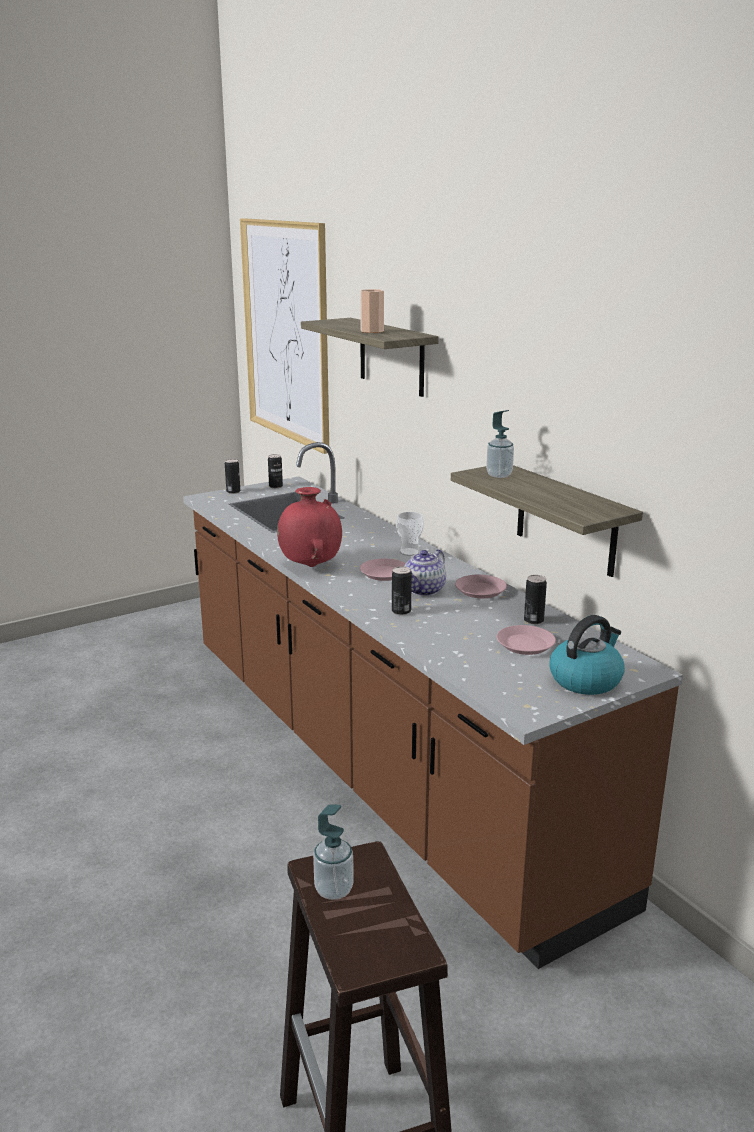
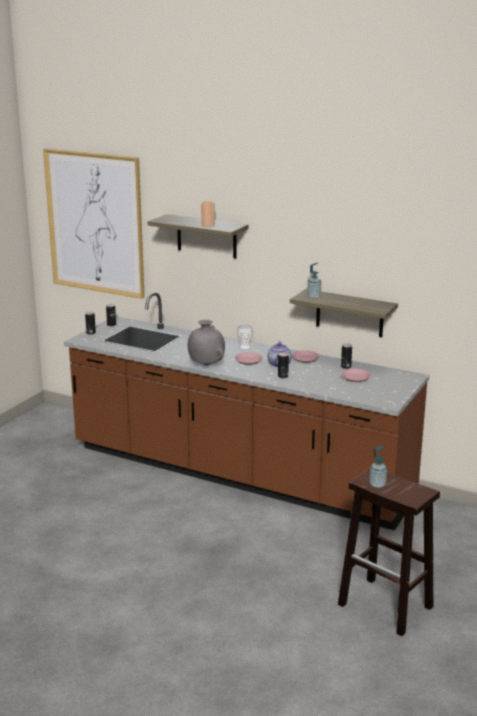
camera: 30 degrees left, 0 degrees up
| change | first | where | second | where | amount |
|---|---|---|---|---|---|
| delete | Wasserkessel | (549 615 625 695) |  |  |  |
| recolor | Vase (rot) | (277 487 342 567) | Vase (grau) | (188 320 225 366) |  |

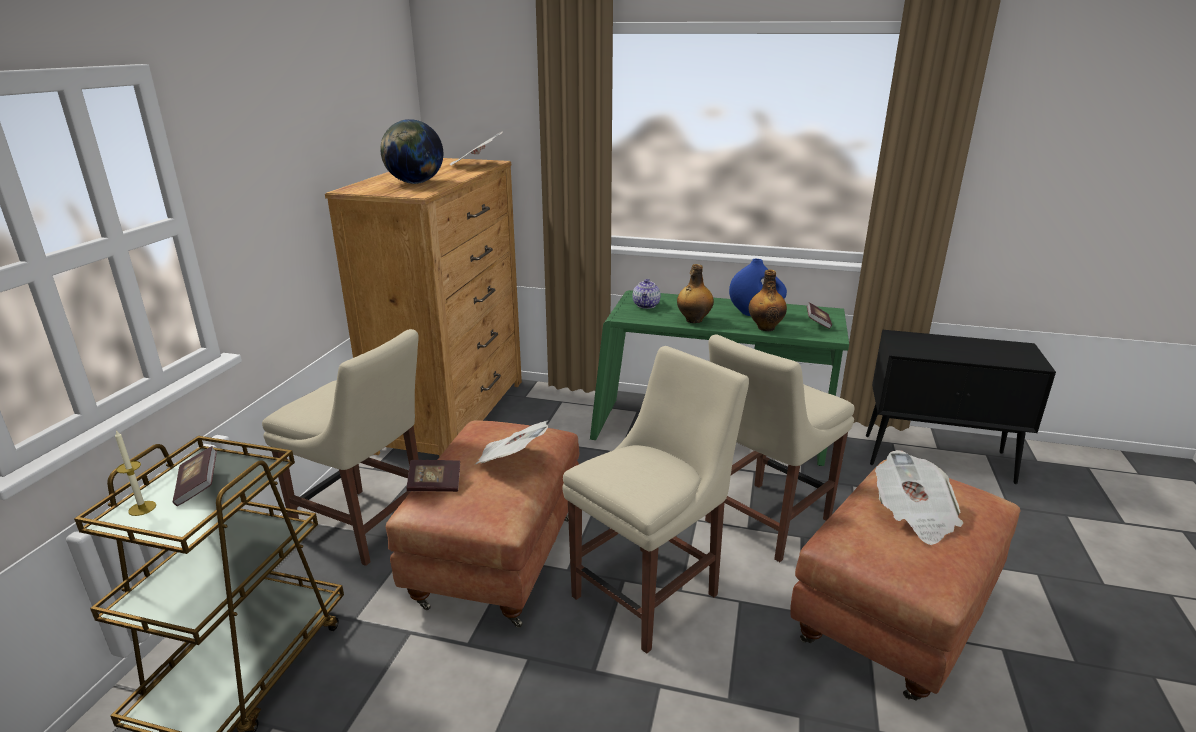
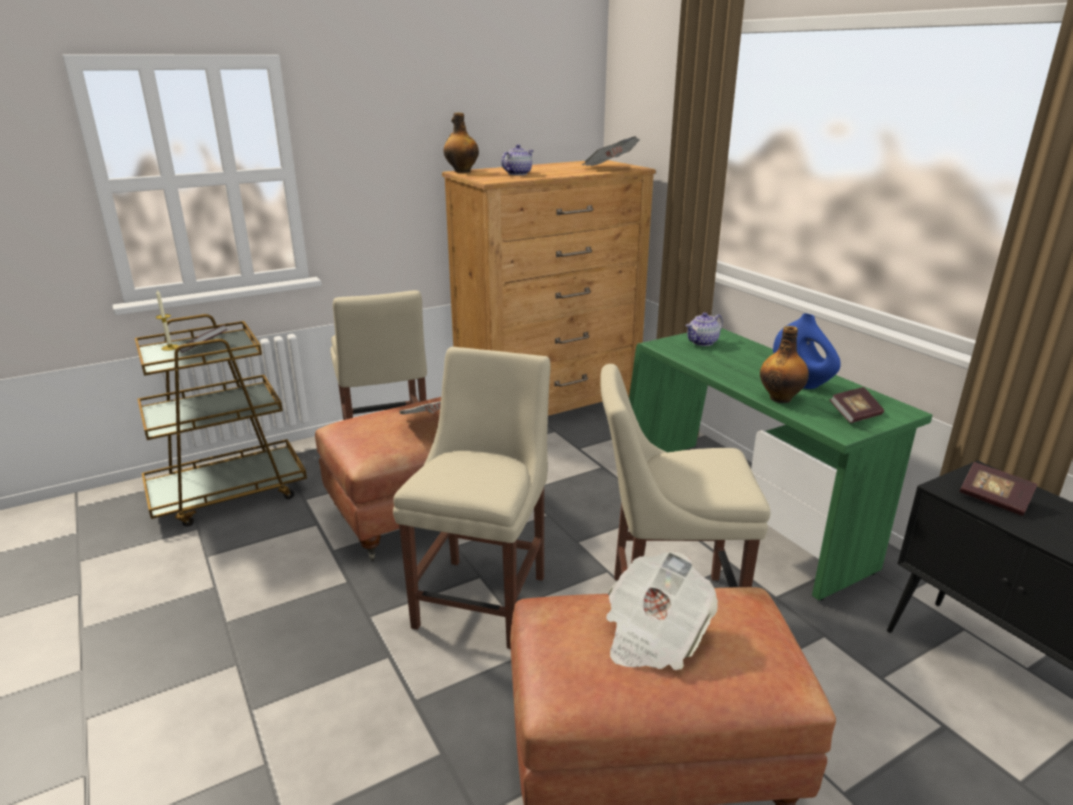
camera: 45 degrees right, 0 degrees up
| change | first | where | second | where | amount |
|---|---|---|---|---|---|
| move | Buch | (406 460 460 492) |  | (959 462 1038 516) |  |
| move | Flasche | (677 264 714 323) |  | (444 112 479 173) |  |
| replace | Globus | (380 119 443 184) | Teekanne | (501 145 534 175) |  |
| rotate | Stuhl (beige) | (562 346 749 654) |  | (393 347 551 649) | 75 degrees counterclockwise |

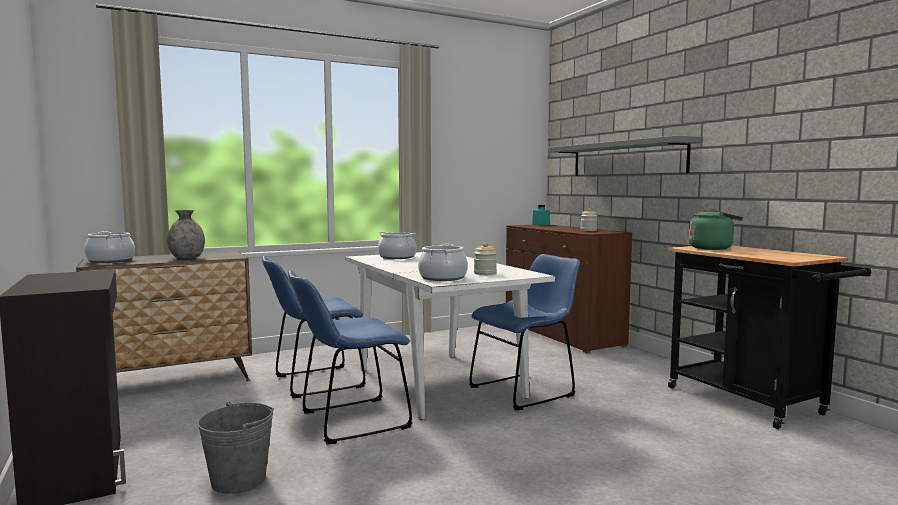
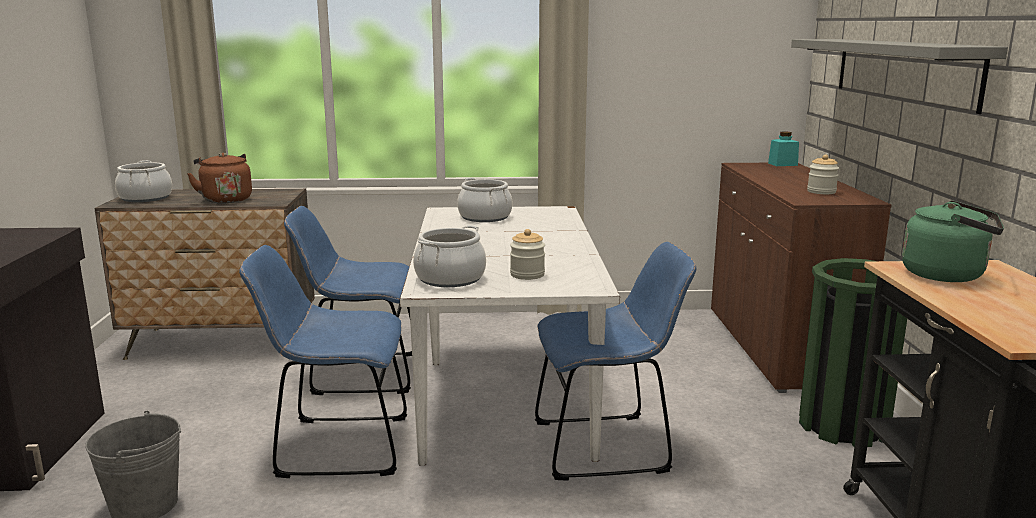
camera: 25 degrees right, 10 degrees up
| change | first | where | second | where | amount |
|---|---|---|---|---|---|
| insert |  |  | Mülleimer (grün) | (799 258 907 447) |  |
| replace | Vase (grau) | (167 210 205 259) | Wasserkessel (braun) | (187 153 252 203) |  |

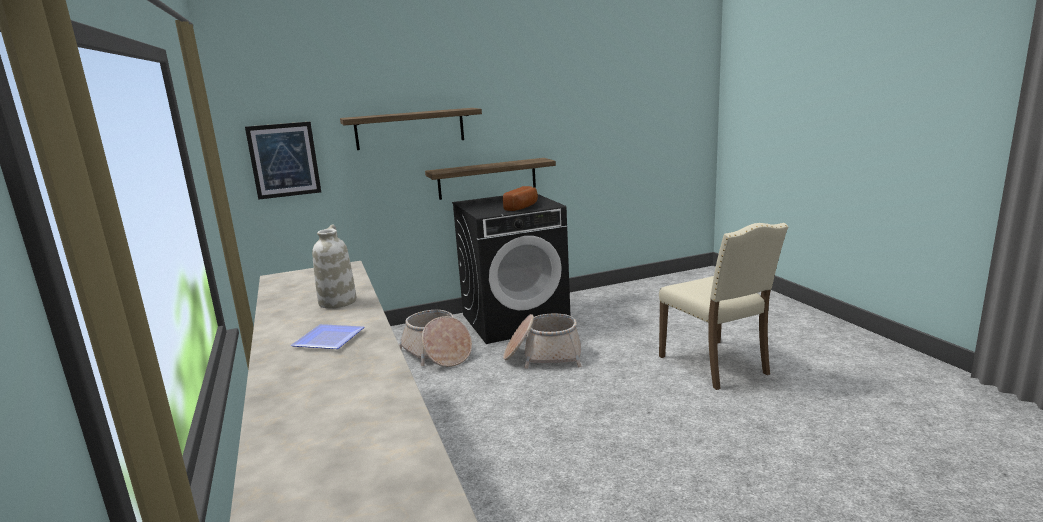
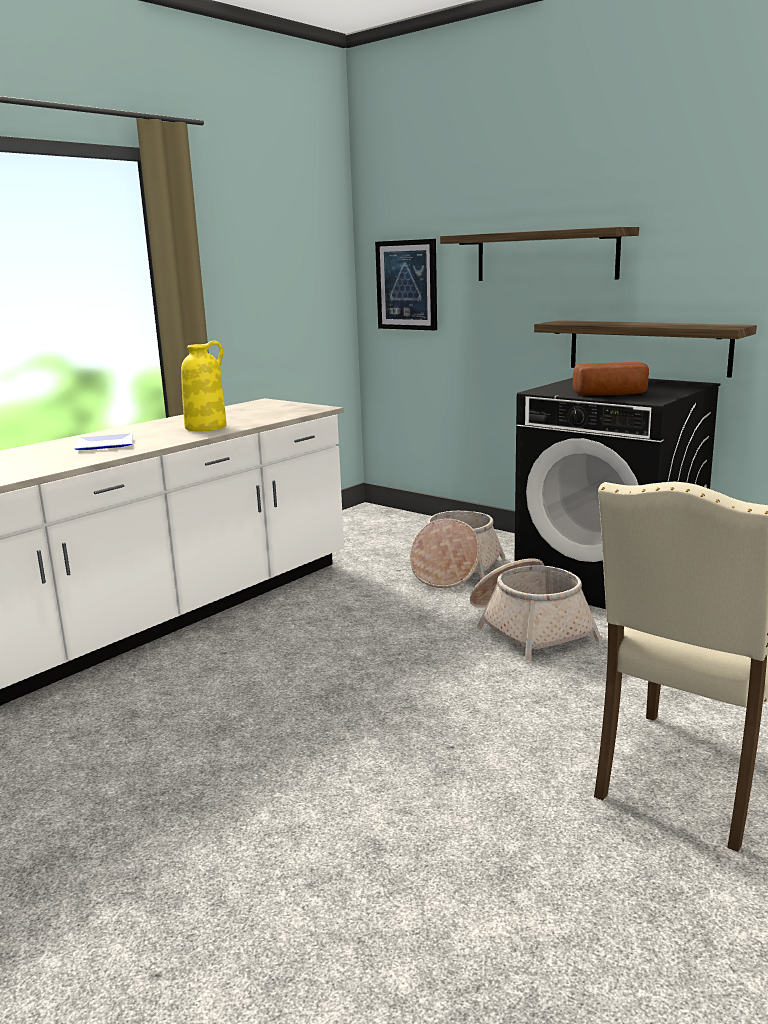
camera: 60 degrees right, 0 degrees up
| change | first | where | second | where | amount |
|---|---|---|---|---|---|
| recolor | Vase (weiß) | (312 224 357 309) | Vase (gelb) | (181 341 227 431) |  |

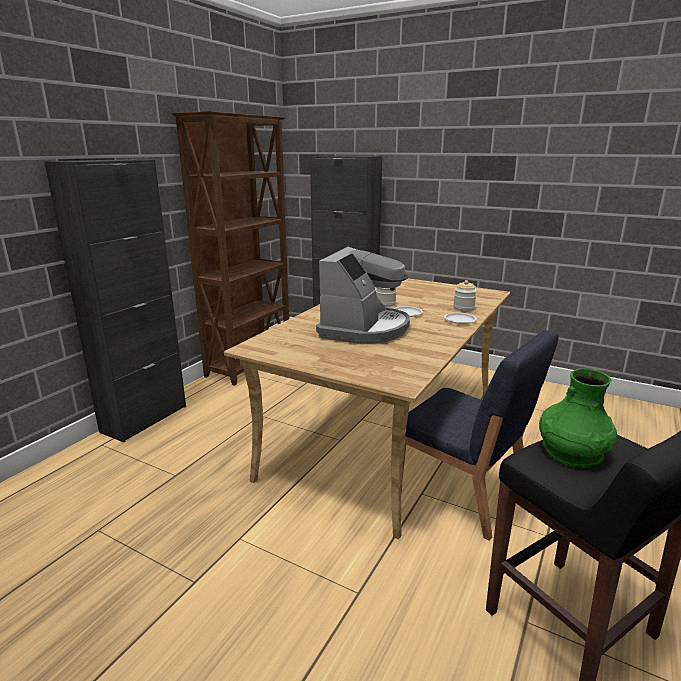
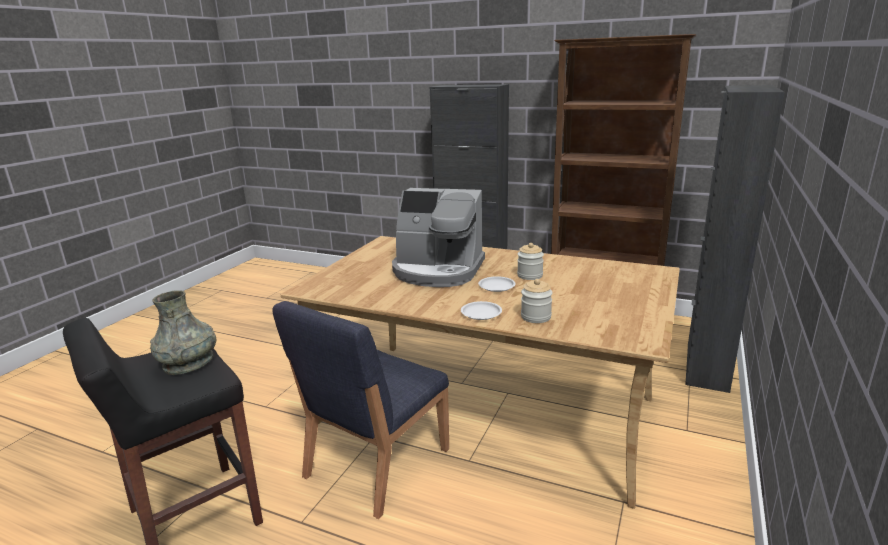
camera: 85 degrees right, 0 degrees up
| change | first | where | second | where | amount |
|---|---|---|---|---|---|
| recolor | Vase (grün) | (539 368 617 469) | Vase (grau) | (150 290 216 375) |  |

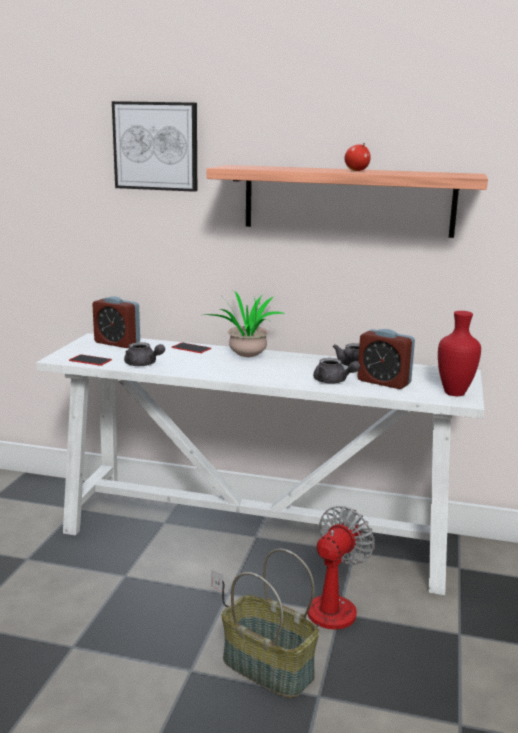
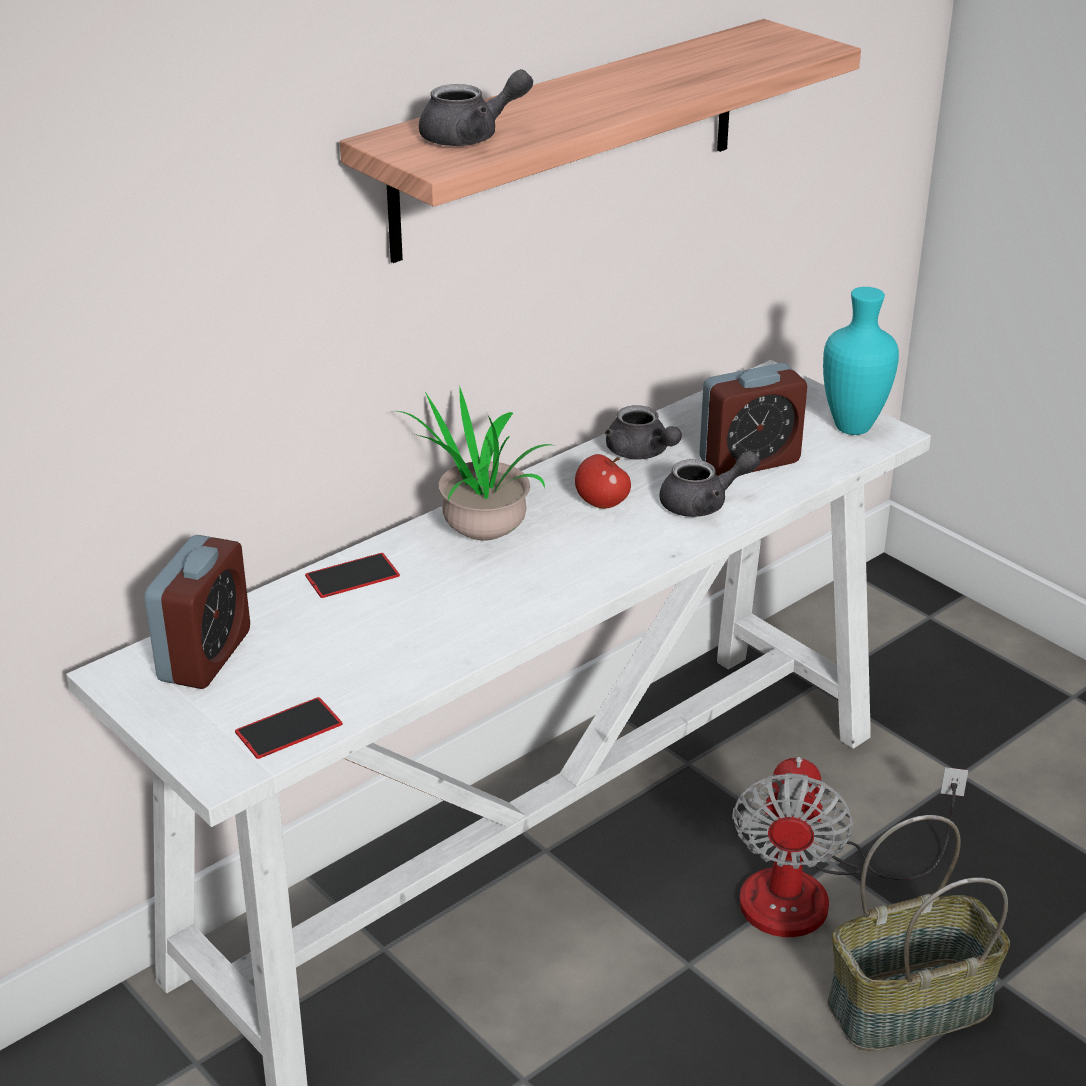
camera: 55 degrees left, 15 degrees up
| change | first | where | second | where | amount |
|---|---|---|---|---|---|
| delete | Bild | (112 101 197 192) |  |  |  |
| move | Teekanne (grau) | (124 342 165 366) |  | (419 69 533 146) |  |
| move | Apfel | (344 143 371 171) |  | (575 454 631 509) |  |
| recolor | Vase (rot) | (438 311 481 396) | Vase (türkis) | (823 287 899 435) |  |
| rotate | Wecker | (92 296 140 348) |  | (144 535 250 689) | 45 degrees counterclockwise |
| rotate | Ventilator | (212 506 375 630) |  | (732 757 968 937) | 150 degrees counterclockwise |

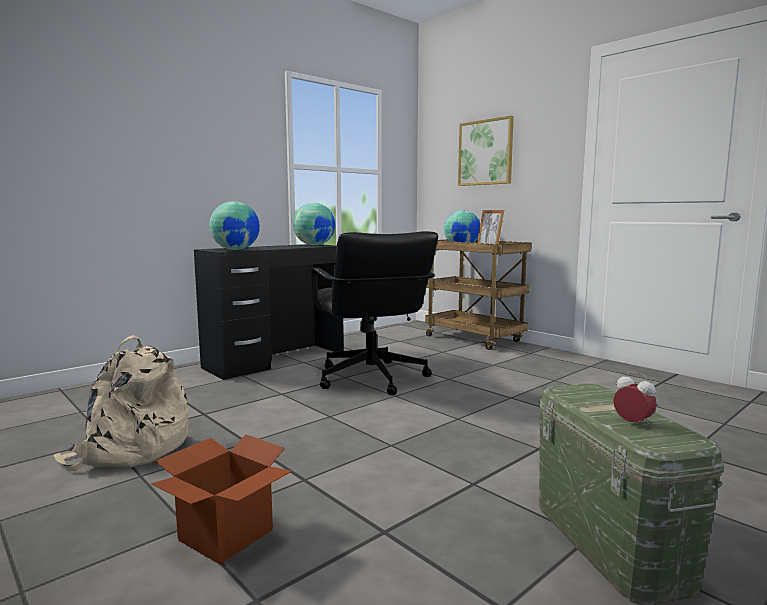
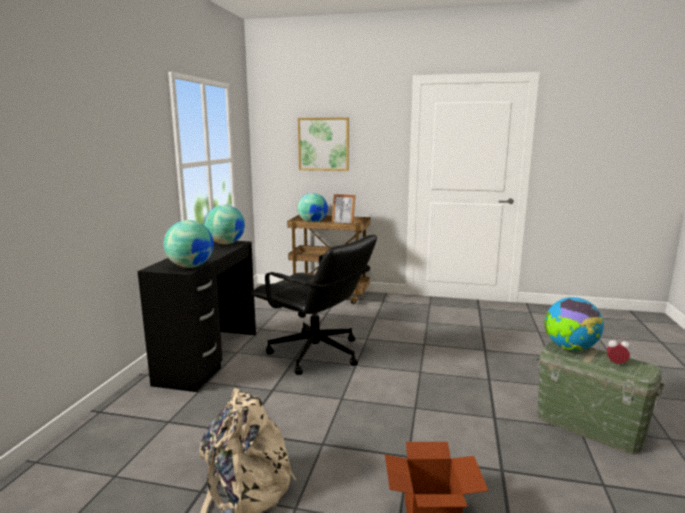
camera: 35 degrees left, 5 degrees up
| change | first | where | second | where | amount |
|---|---|---|---|---|---|
| insert |  |  | Globus | (544 297 604 351) |  |

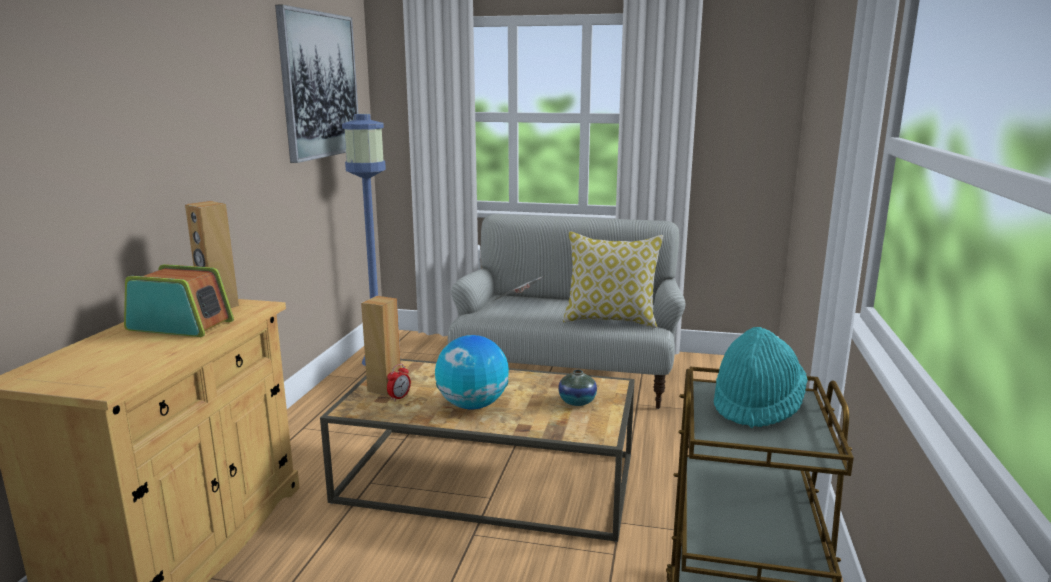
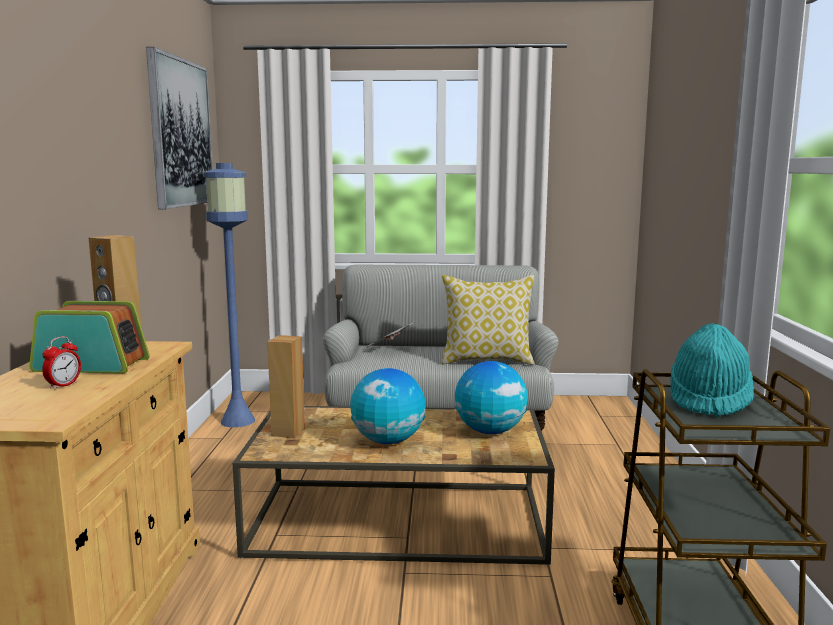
camera: 10 degrees left, 5 degrees down
| change | first | where | second | where | amount |
|---|---|---|---|---|---|
| move | Wecker | (387 364 411 401) |  | (42 336 81 390) |  |
| replace | Vase | (558 370 597 406) | Globus | (455 361 528 434) |  |

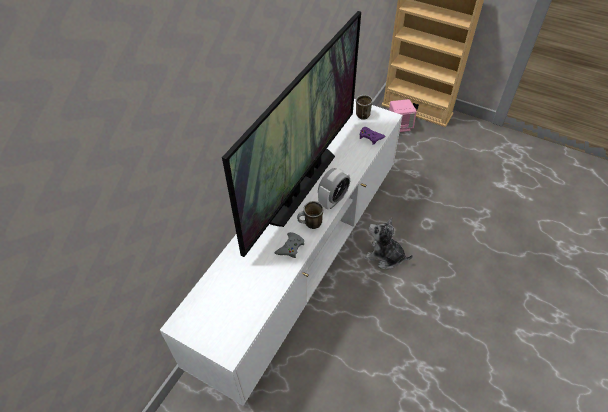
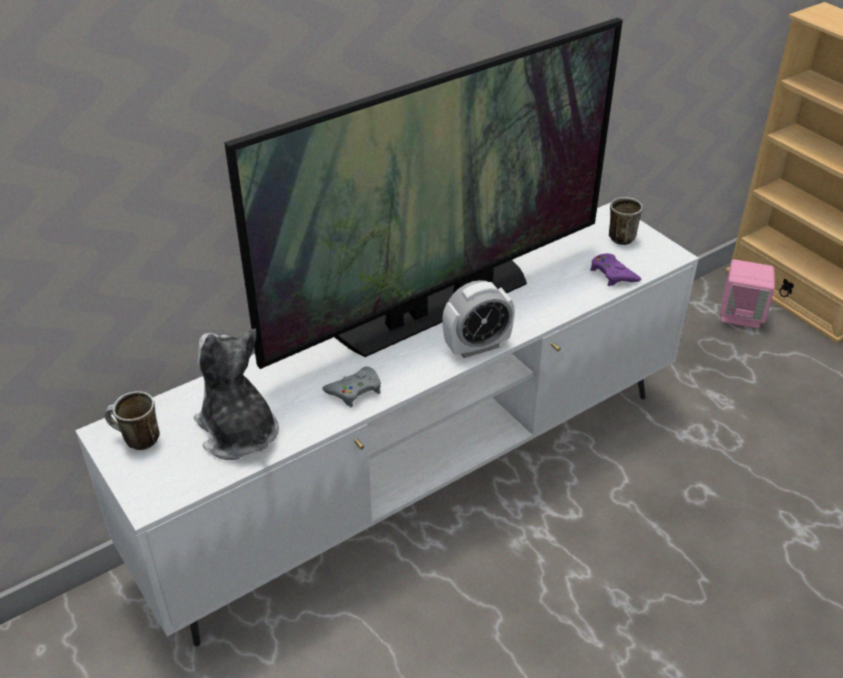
camera: 25 degrees right, 10 degrees down
| change | first | where | second | where | amount |
|---|---|---|---|---|---|
| move | Henkelbecher | (297 201 323 229) |  | (104 391 160 450) |  |
| move | Plüschtier | (365 217 413 269) |  | (194 329 279 460) |  |

